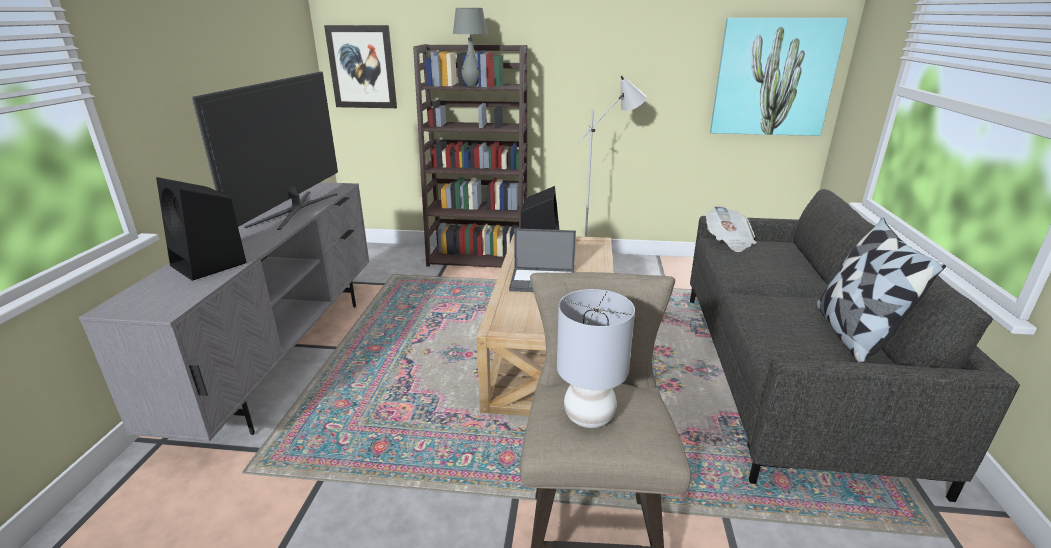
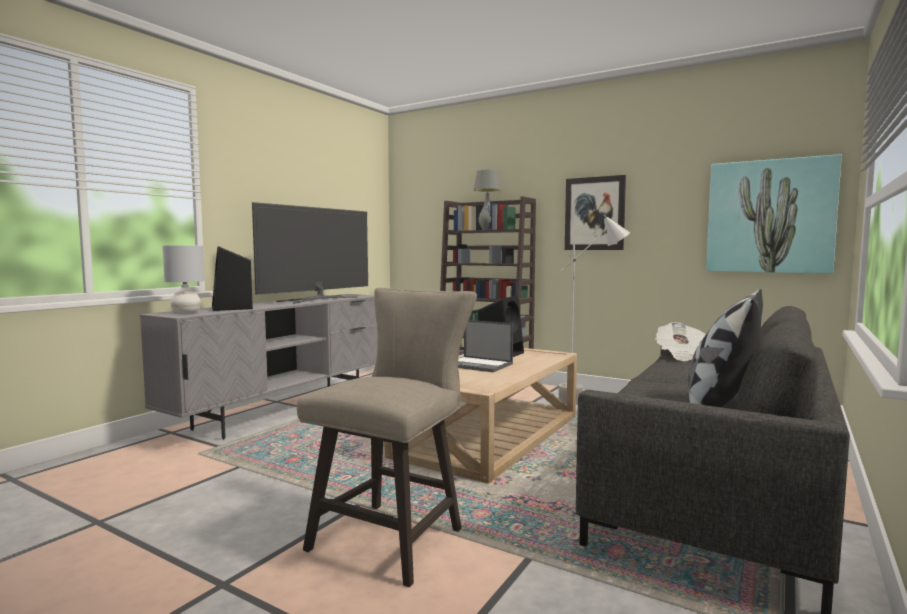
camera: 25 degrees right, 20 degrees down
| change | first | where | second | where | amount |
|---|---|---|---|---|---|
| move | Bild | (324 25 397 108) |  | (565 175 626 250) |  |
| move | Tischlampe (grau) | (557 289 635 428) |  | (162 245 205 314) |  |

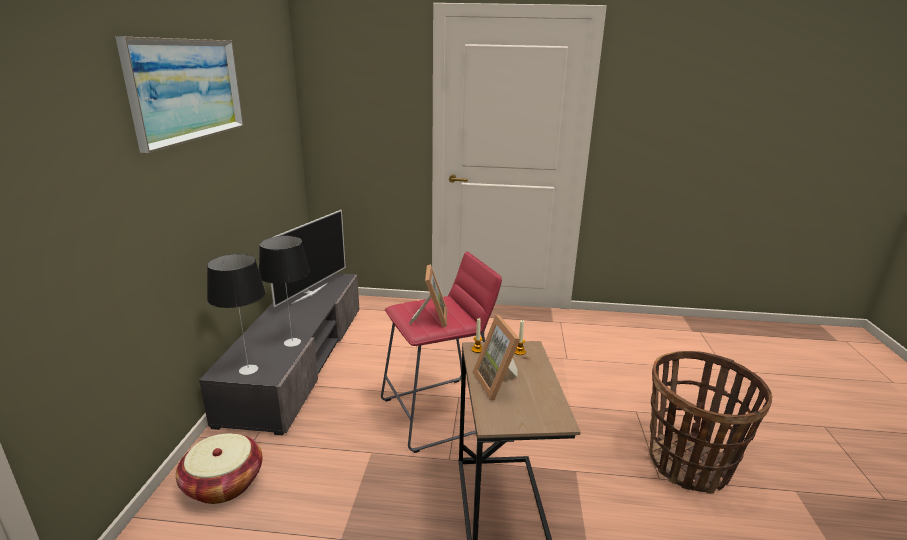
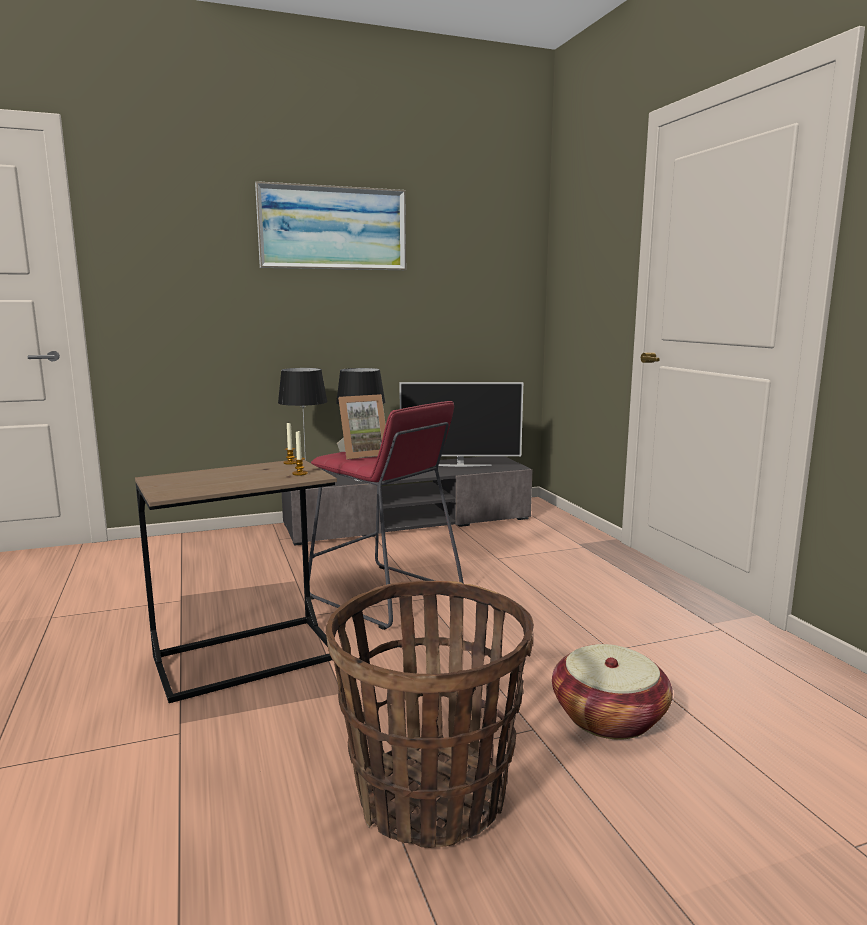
camera: 65 degrees right, 10 degrees down
| change | first | where | second | where | amount |
|---|---|---|---|---|---|
| delete | Bilderrahmen | (473 315 520 400) |  |  |  |
| move | Korb | (176 433 262 504) |  | (552 644 673 740) |  |

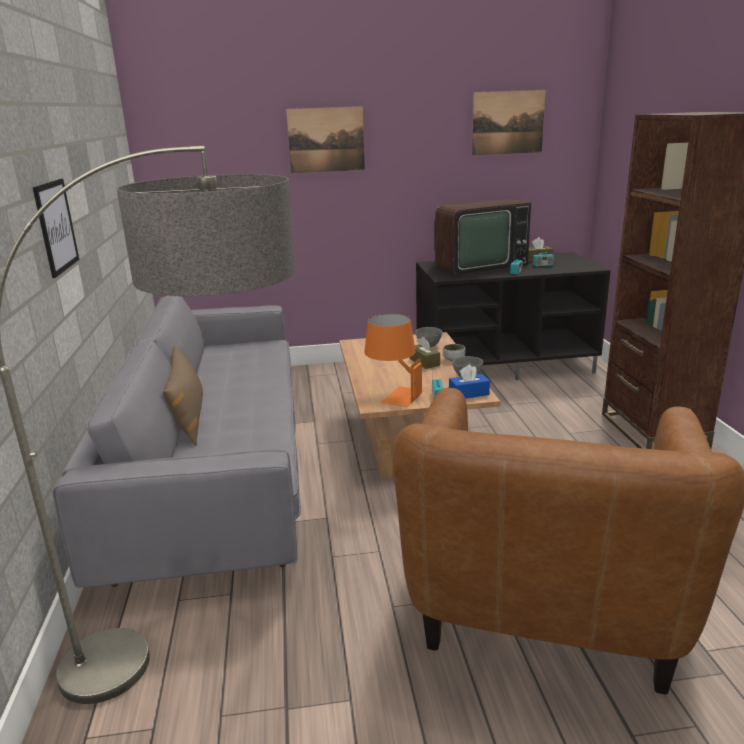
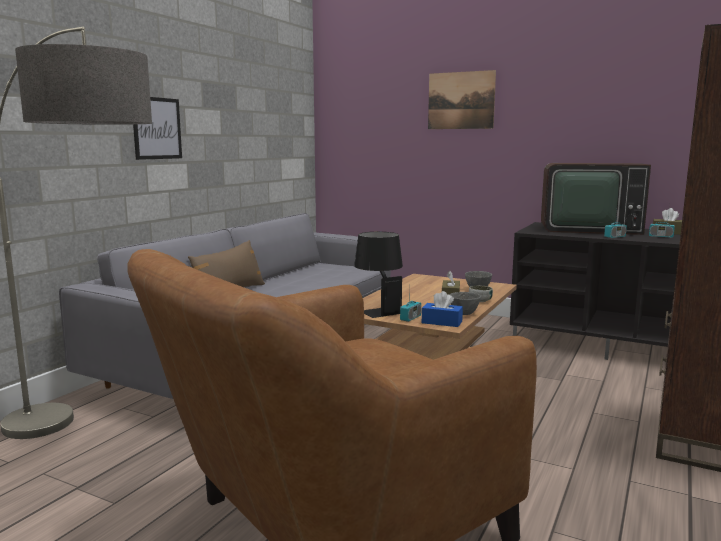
camera: 35 degrees right, 10 degrees down
| change | first | where | second | where | amount |
|---|---|---|---|---|---|
| delete | Bild | (472 90 545 155) |  |  |  |
| recolor | Tischlampe (orange) | (364 314 424 407) | Tischlampe (schwarz) | (354 232 403 318) |  |

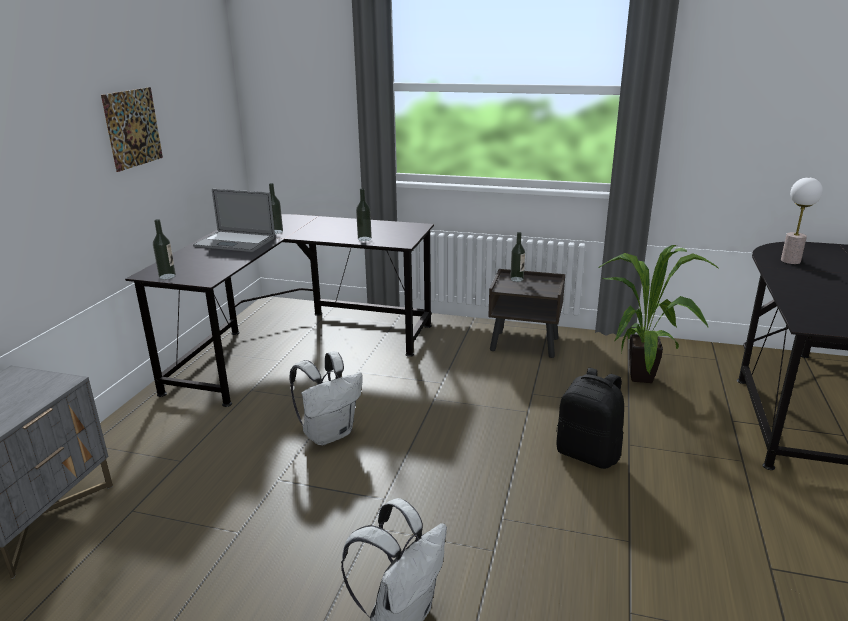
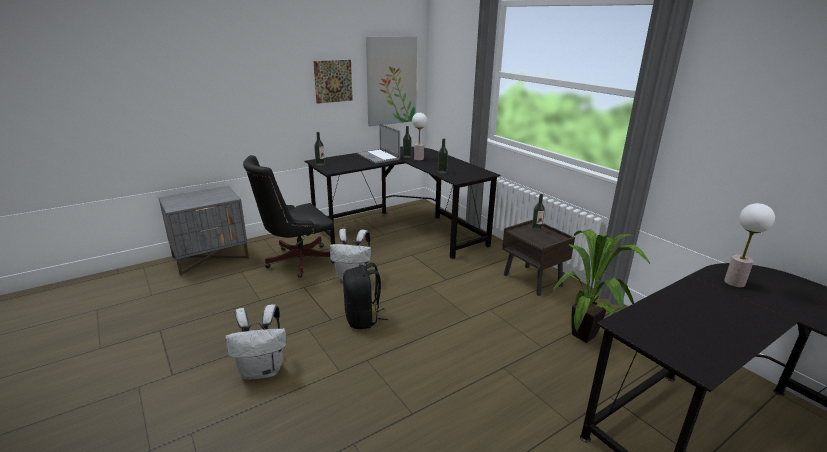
camera: 40 degrees right, 0 degrees up
| change | first | where | second | where | amount |
|---|---|---|---|---|---|
| insert |  |  | Bürostuhl (schwarz) | (243 155 334 278) |  |
| insert |  |  | Bild | (366 36 417 127) |  |
| insert |  |  | Tischlampe | (412 113 427 161) |  |
| move | Rucksack (schwarz) | (557 368 624 469) |  | (343 262 388 329) |  |

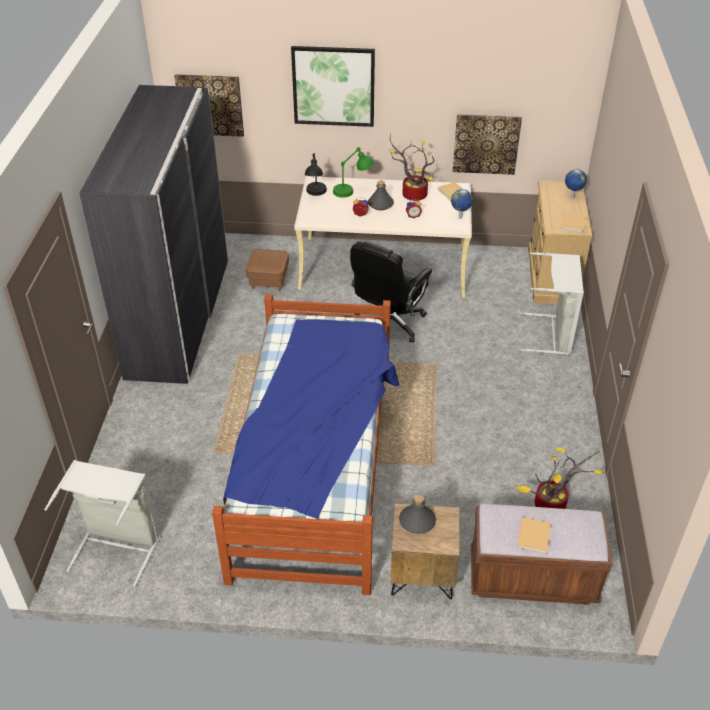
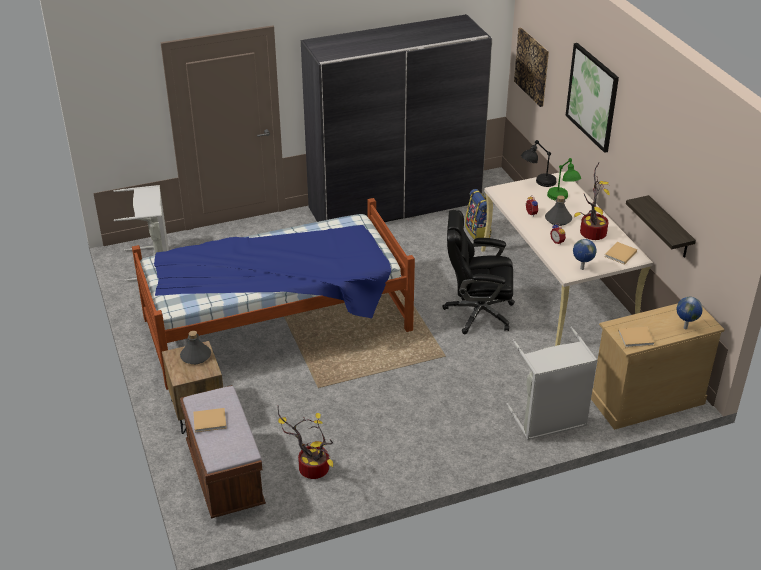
camera: 65 degrees right, 5 degrees down
| change | first | where | second | where | amount |
|---|---|---|---|---|---|
| replace | Polsterhocker (braun) | (246 249 289 291) | Rucksack | (465 189 492 239) |  |
| replace | Bild | (452 114 522 175) | Wandregal | (626 195 696 258) |  |

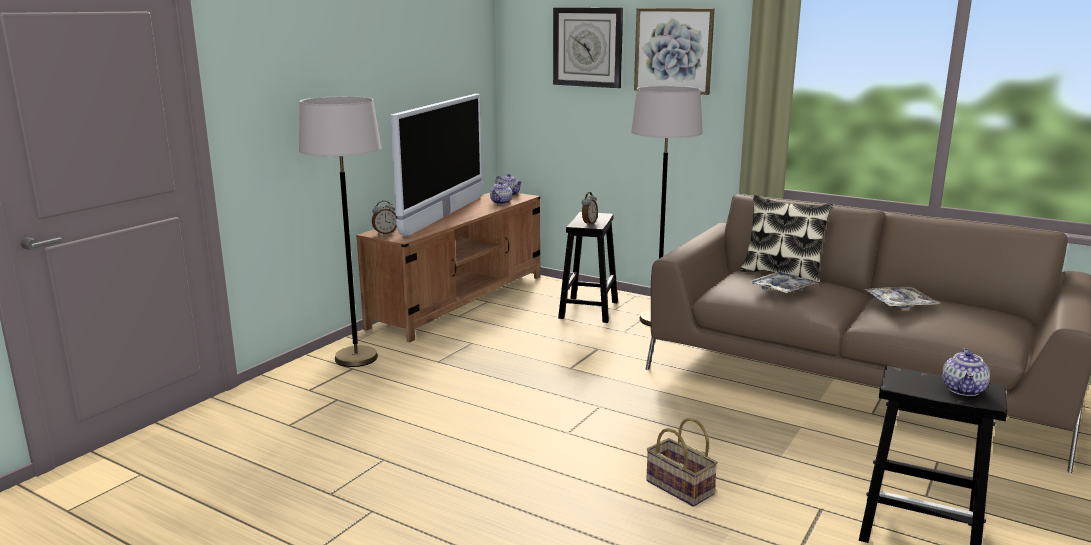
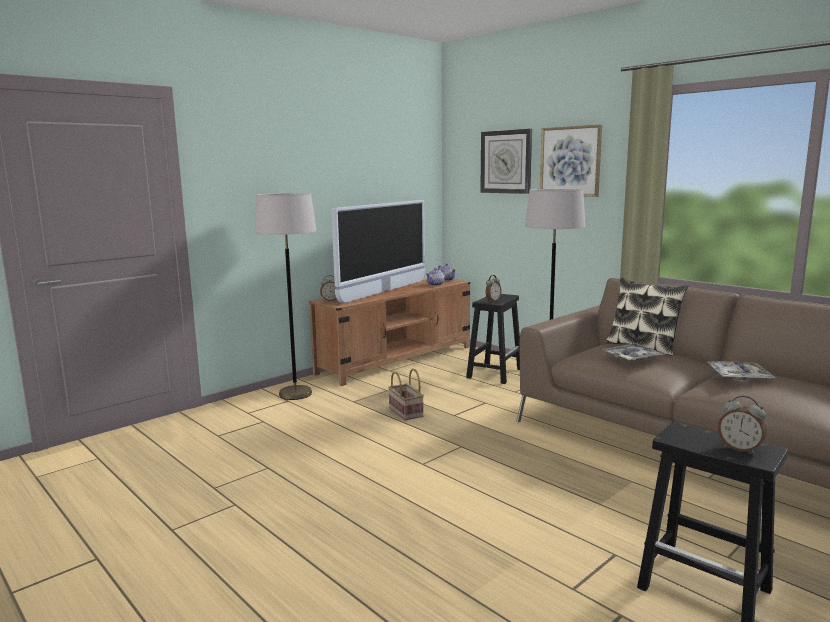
camera: 15 degrees right, 5 degrees down
| change | first | where | second | where | amount |
|---|---|---|---|---|---|
| move | Korb | (646 418 718 507) |  | (388 369 424 421) |  |
| replace | Teekanne | (942 348 990 396) | Wecker | (718 395 767 454) |  |

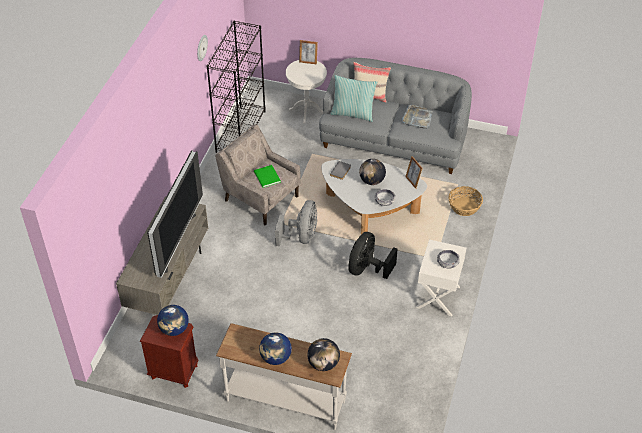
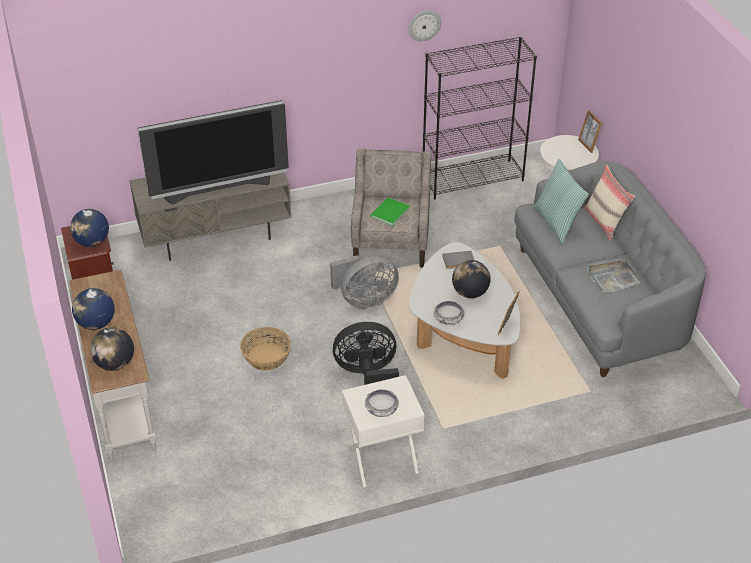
camera: 55 degrees right, 5 degrees down
| change | first | where | second | where | amount |
|---|---|---|---|---|---|
| move | Korb | (448 186 483 216) |  | (240 327 291 371) |  |

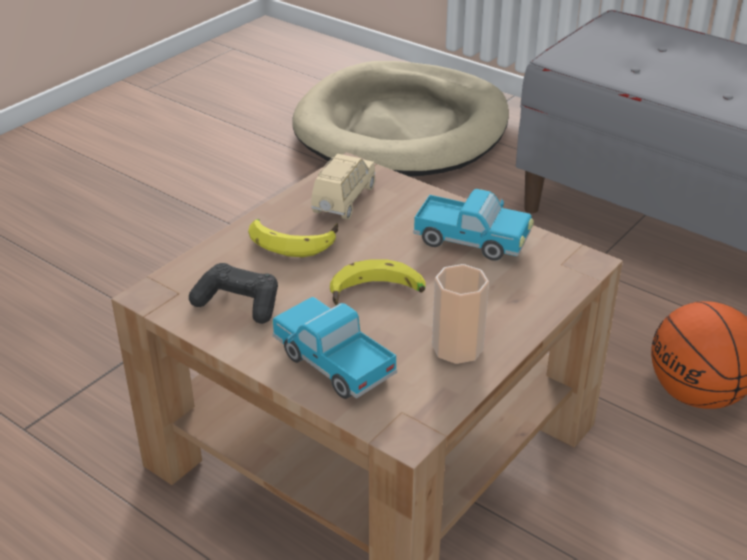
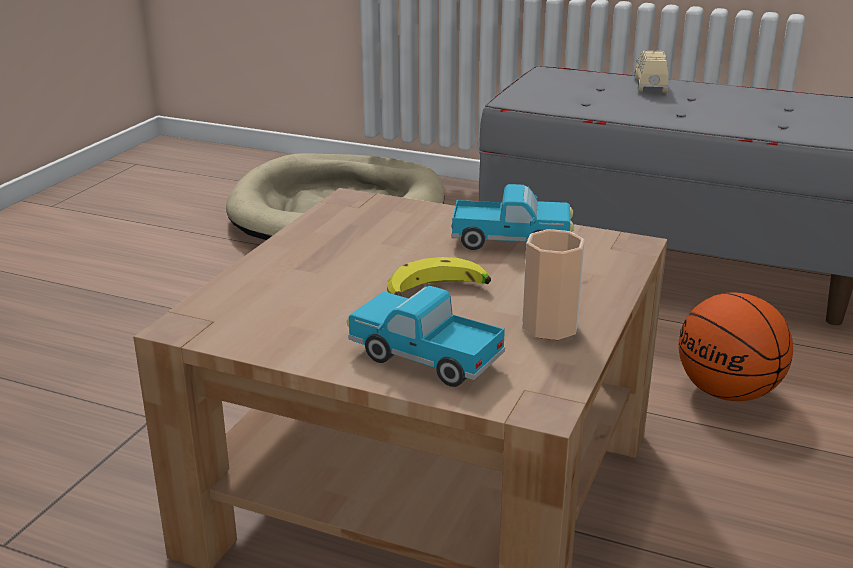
camera: 15 degrees left, 10 degrees down
| change | first | where | second | where | amount |
|---|---|---|---|---|---|
| delete | Gamepad (schwarz) | (189 263 278 324) |  |  |  |
| delete | Banane | (248 219 338 257) |  |  |  |
| move | Spielzeugauto (beige) | (311 154 376 220) |  | (634 50 668 93) |  |

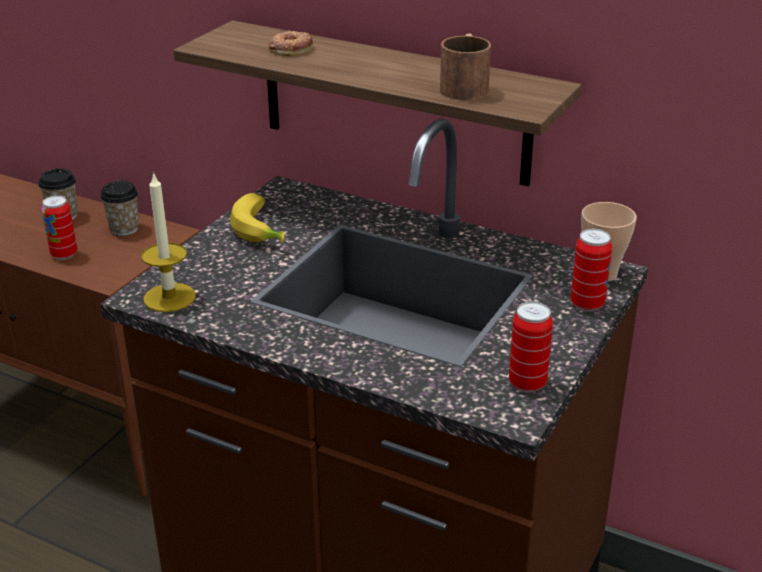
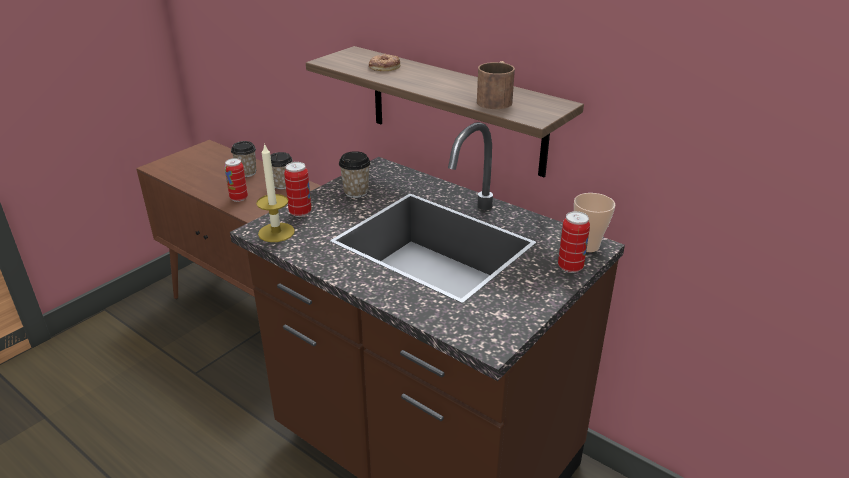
camera: 10 degrees right, 0 degrees up
| change | first | where | second | where | amount |
|---|---|---|---|---|---|
| move | Dose | (509 302 553 393) |  | (284 162 312 217) |  |
| replace | Banane | (230 193 285 243) | Tasse | (339 151 370 198) |  |

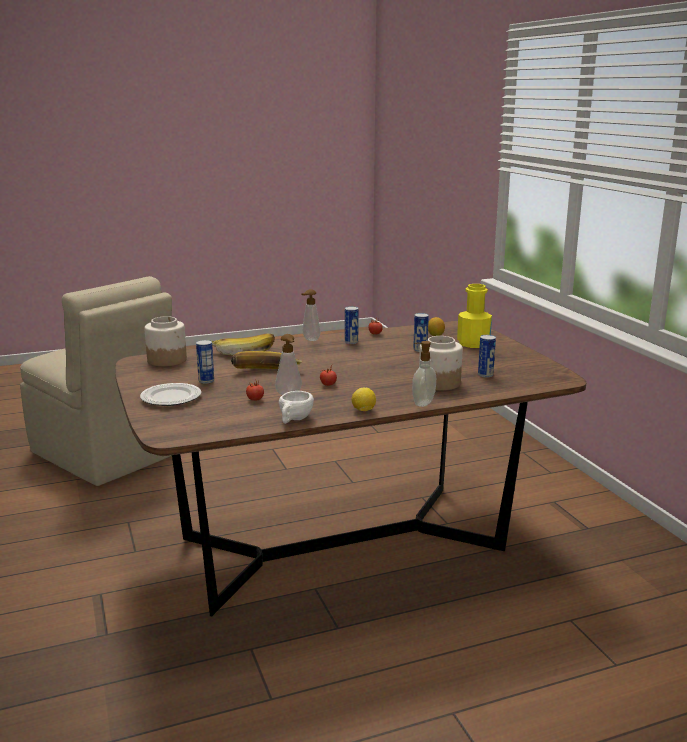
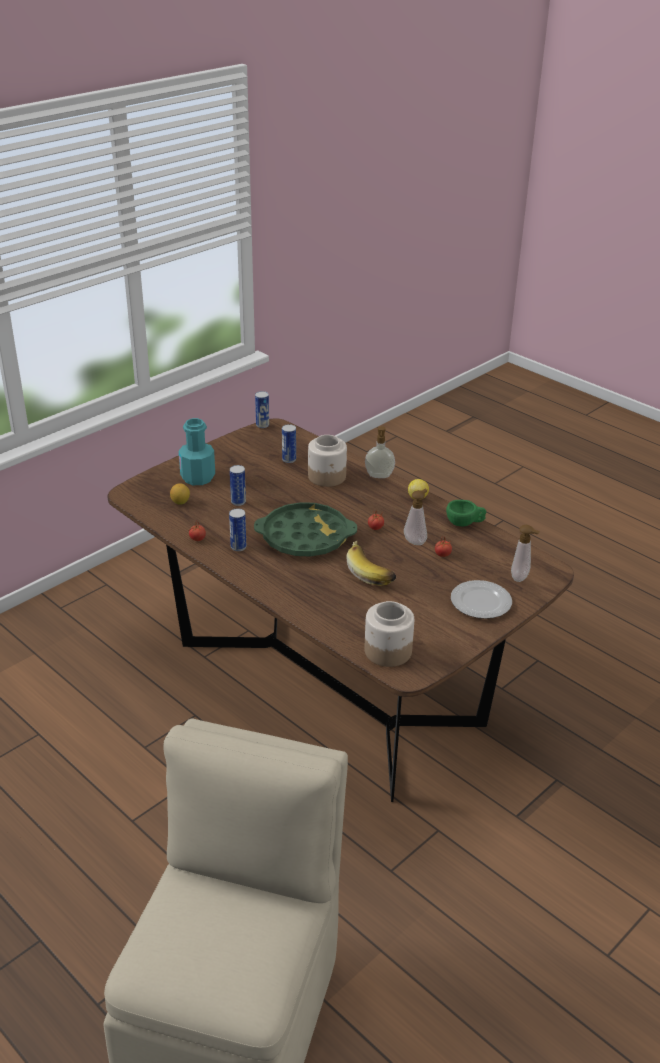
camera: 115 degrees left, 15 degrees up
| change | first | where | second | where | amount |
|---|---|---|---|---|---|
| delete | Banane | (210 334 275 355) |  |  |  |
| insert |  |  | Tablett (grün) | (254 502 357 556) |  |
| move | Dose | (196 340 214 384) |  | (255 391 269 428) |  |
| move | Seifenspender | (301 289 320 341) |  | (511 525 540 582) |  |
| recolor | Tasse (weiß) | (279 391 314 424) | Tasse (grün) | (446 500 486 526) |  |
| recolor | Flasche (gelb) | (457 284 492 348) | Flasche (türkis) | (179 418 215 485) |  |

